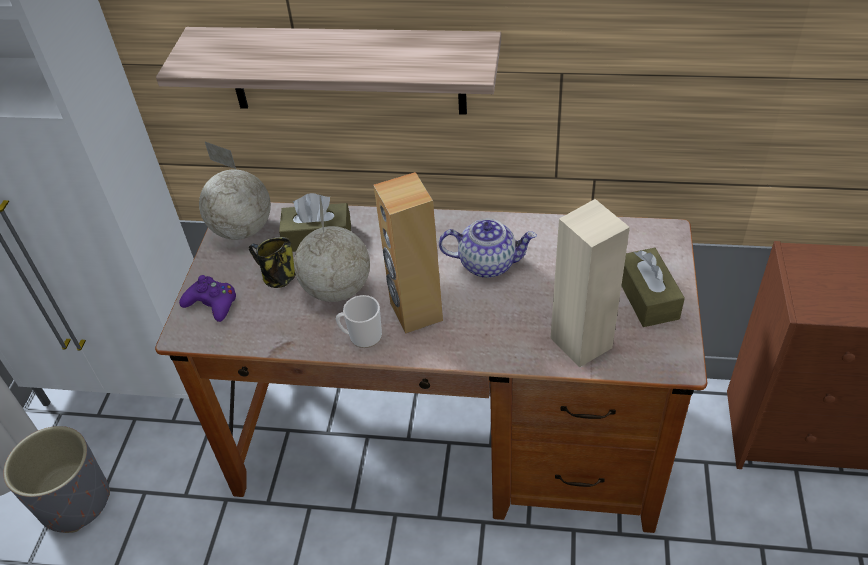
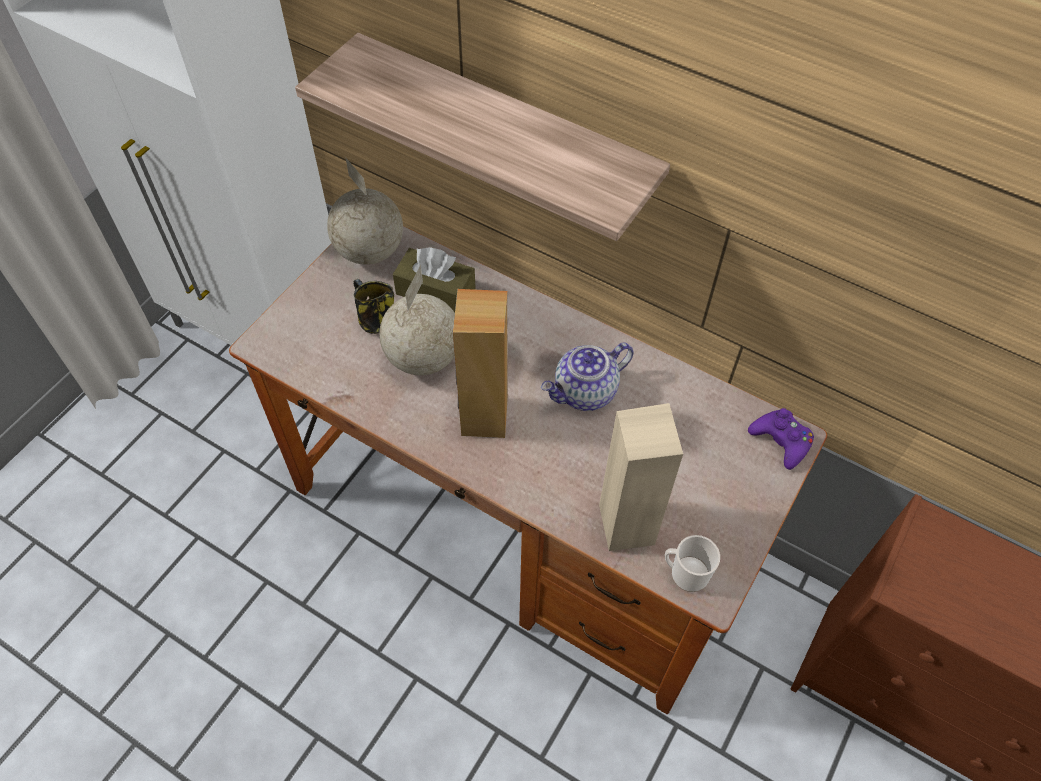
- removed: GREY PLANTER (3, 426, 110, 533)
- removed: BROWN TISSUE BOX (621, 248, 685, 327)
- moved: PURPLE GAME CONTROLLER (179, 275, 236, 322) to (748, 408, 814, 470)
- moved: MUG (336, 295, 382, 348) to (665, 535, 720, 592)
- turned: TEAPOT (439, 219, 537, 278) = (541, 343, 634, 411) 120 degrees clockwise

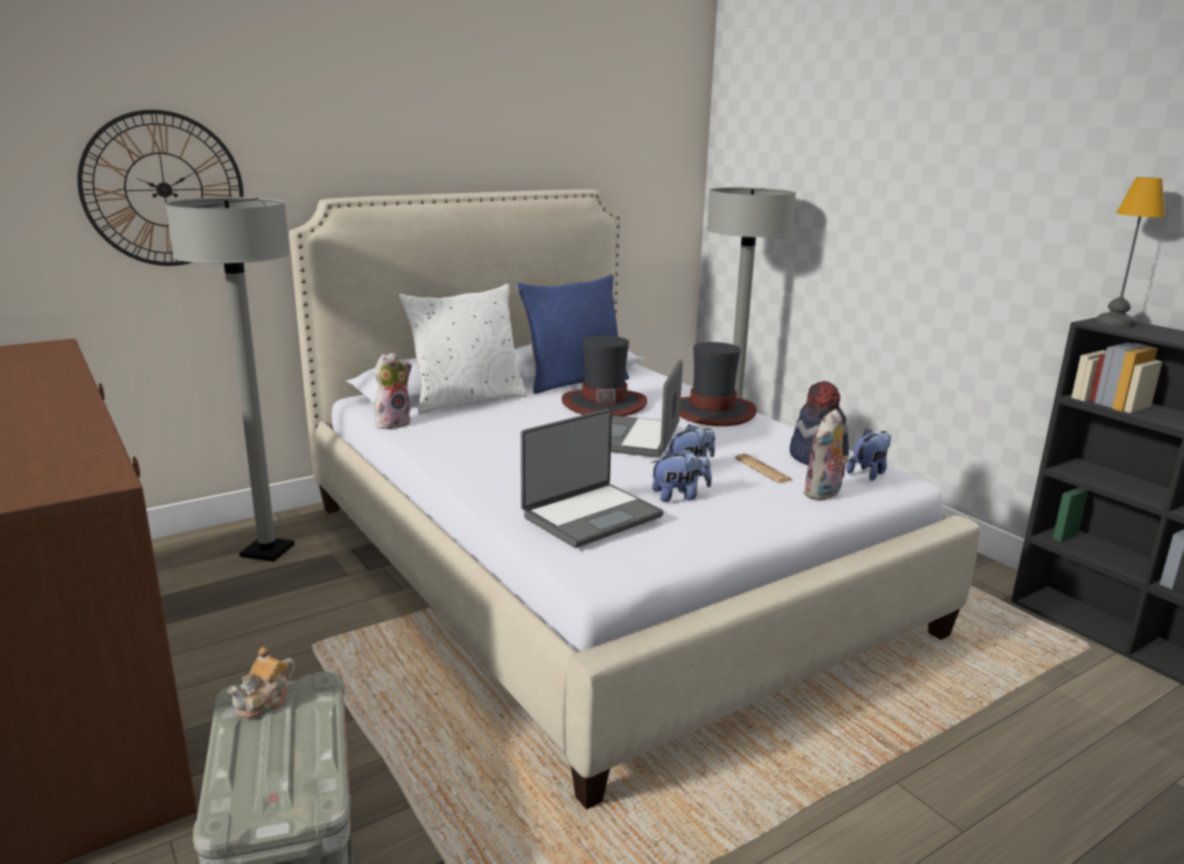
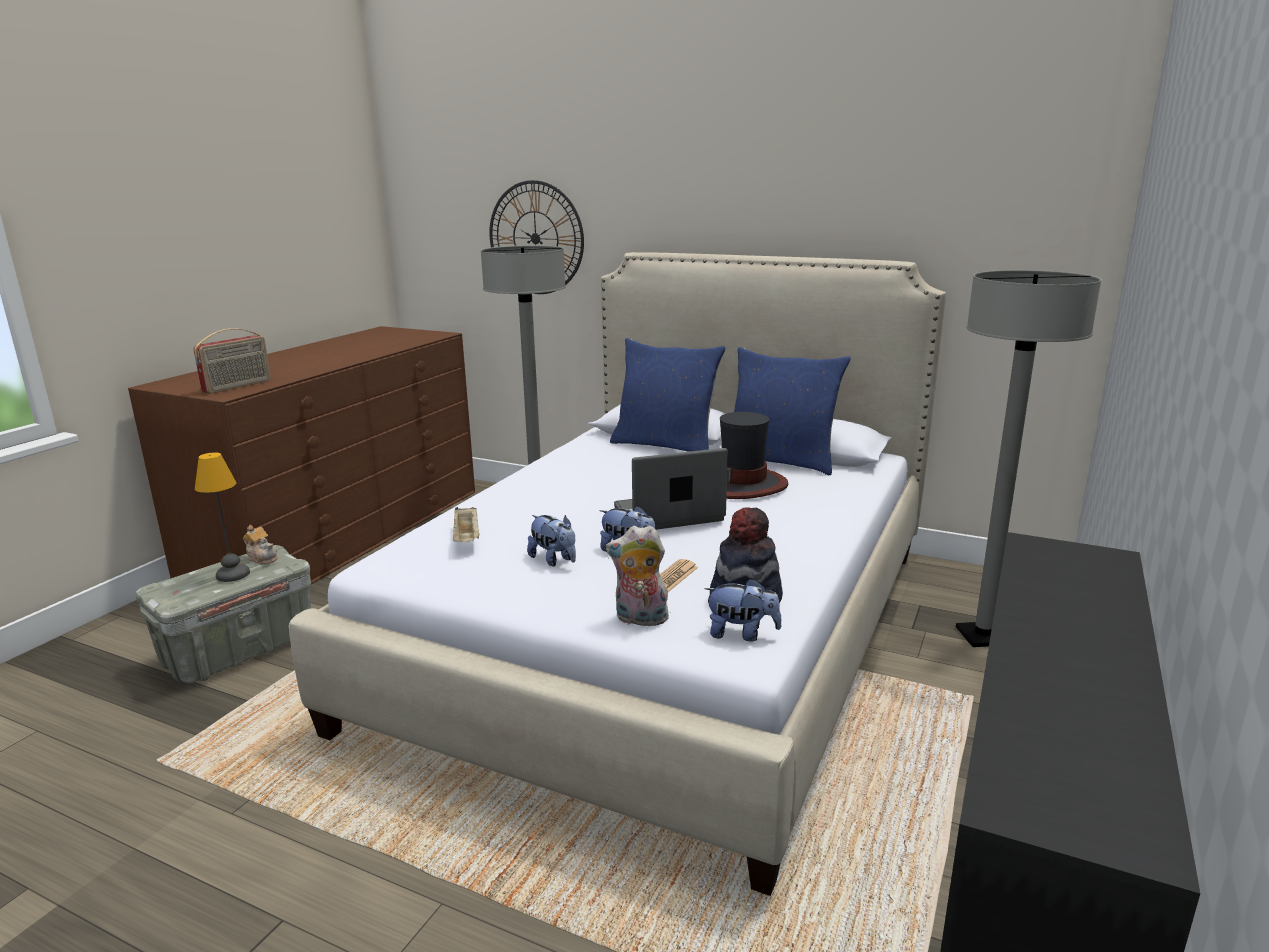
- removed: PLUSH TOY (374, 352, 412, 429)
- removed: HAT (680, 342, 757, 426)
- added: RADIO (193, 328, 271, 394)
- moved: TABLE LAMP (1096, 177, 1165, 327) to (195, 452, 250, 582)
- replaced: LAPTOP (521, 409, 664, 548) to BEIGE TRAY (453, 507, 479, 542)
- recoloured: WHITE PILLOW (399, 284, 527, 414) to BLUE PILLOW (610, 338, 726, 452)
- turned: TEAPOT (228, 647, 295, 718) = (243, 525, 278, 565) 150 degrees counterclockwise

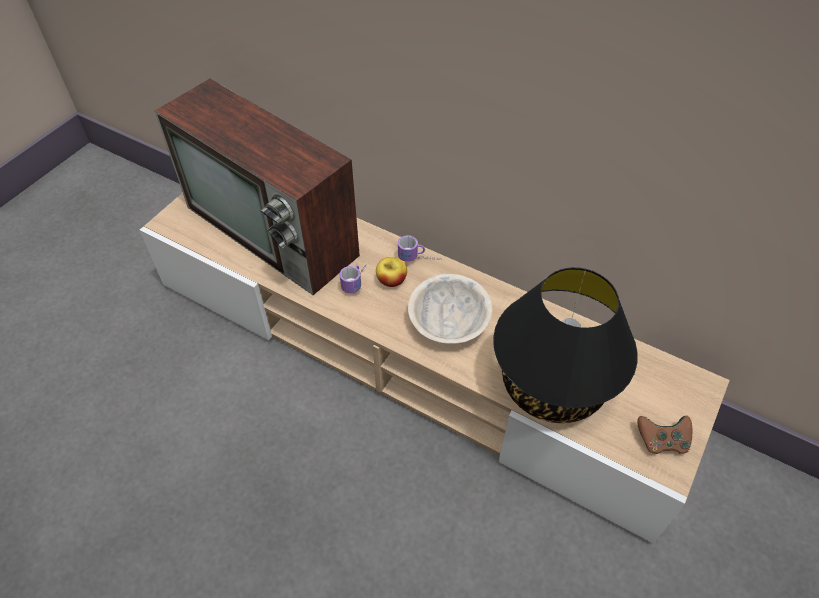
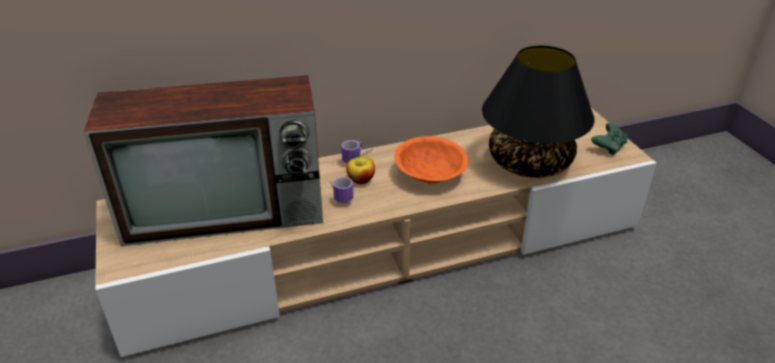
- recoloured: BEIGE BOWL (408, 274, 492, 344) to ORANGE BOWL (395, 136, 468, 183)
- recoloured: BROWN GAME CONTROLLER (637, 416, 692, 454) to GREEN GAME CONTROLLER (591, 123, 628, 155)

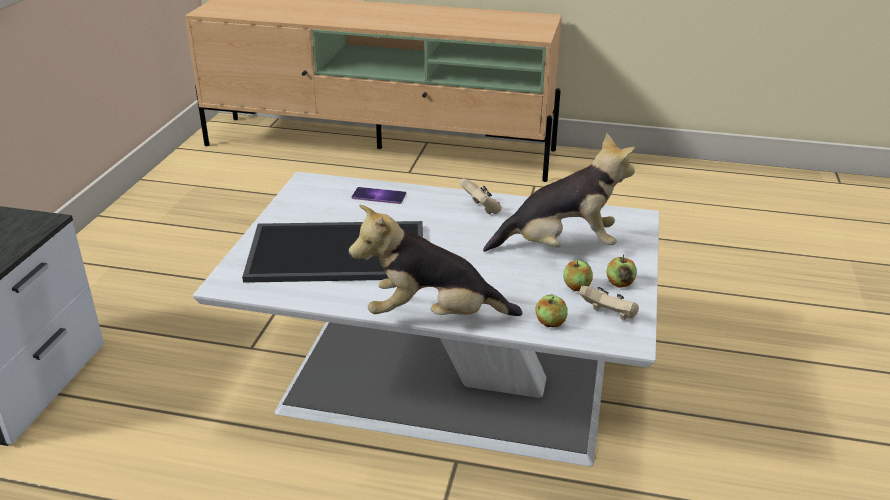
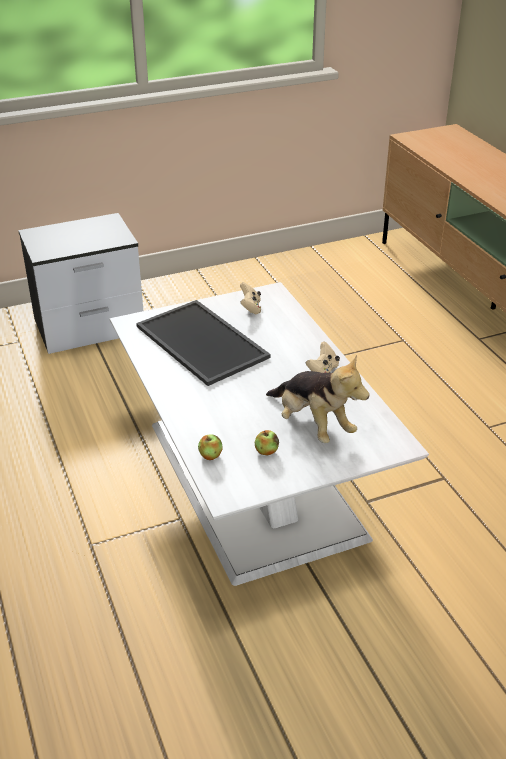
- removed: PLUSH TOY (349, 204, 522, 316)
- removed: PHONE (352, 187, 406, 204)
- removed: APPLE (606, 255, 637, 288)
- moved: BEIGE GAME CONTROLLER (579, 286, 639, 320) to (240, 282, 261, 314)

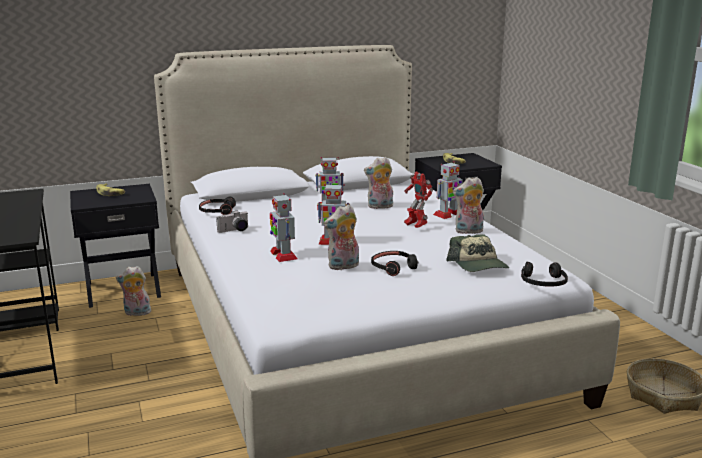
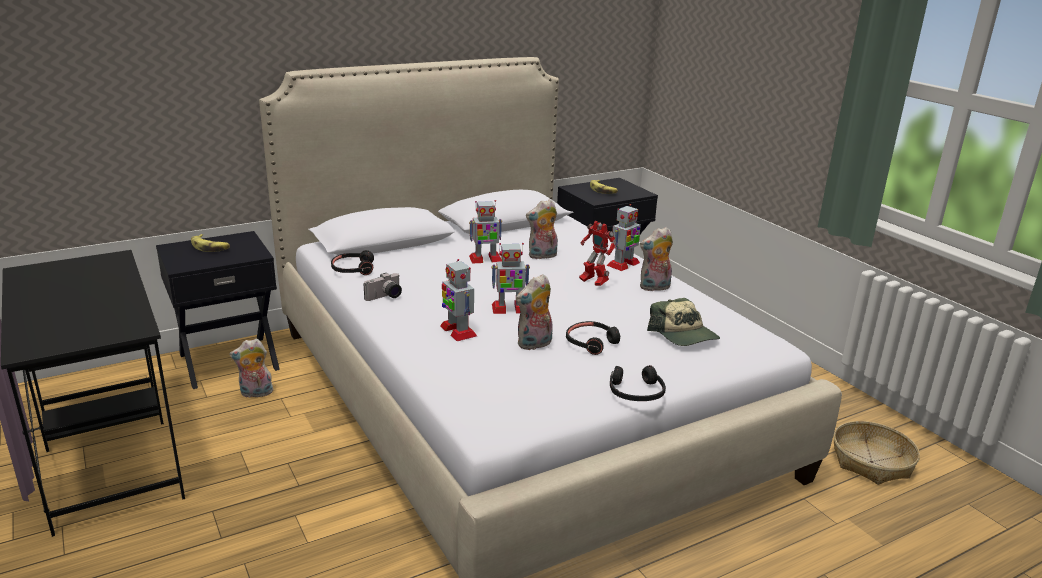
- moved: BLACK HEADPHONES (521, 262, 568, 286) to (610, 365, 666, 401)

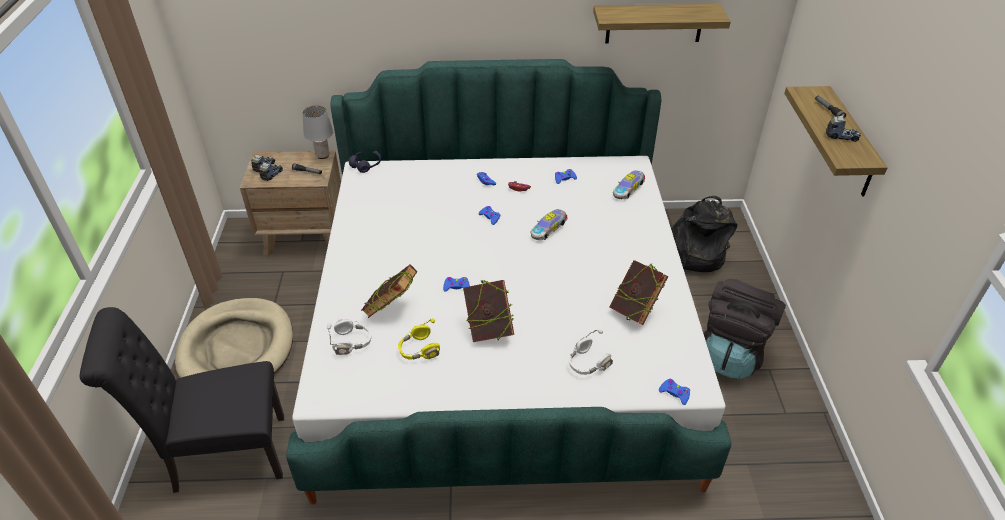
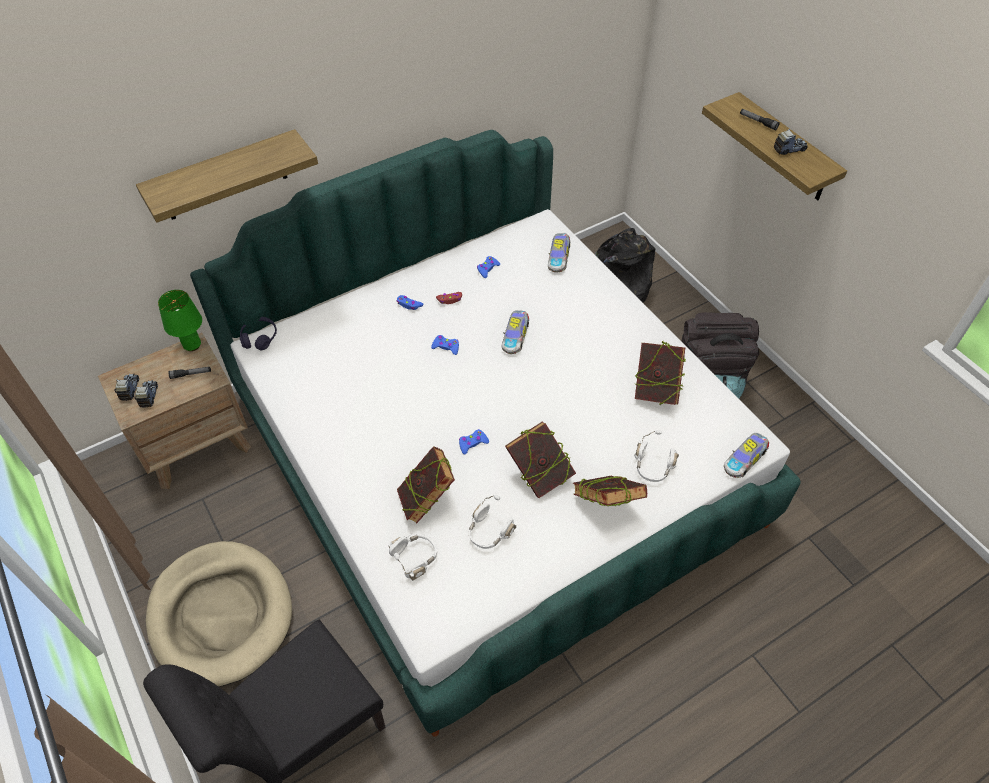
- added: BOOK (573, 476, 647, 506)
- moved: SHELF (593, 4, 731, 43) to (136, 129, 318, 223)
- replaced: BLUE GAME CONTROLLER (659, 379, 690, 405) to TOY CAR (724, 433, 769, 478)
- recoloured: GREY TABLE LAMP (303, 106, 333, 159) to GREEN TABLE LAMP (158, 290, 202, 351)
- recoloured: YELLOW HEADPHONES (398, 318, 440, 360) to WHITE HEADPHONES (469, 495, 516, 549)

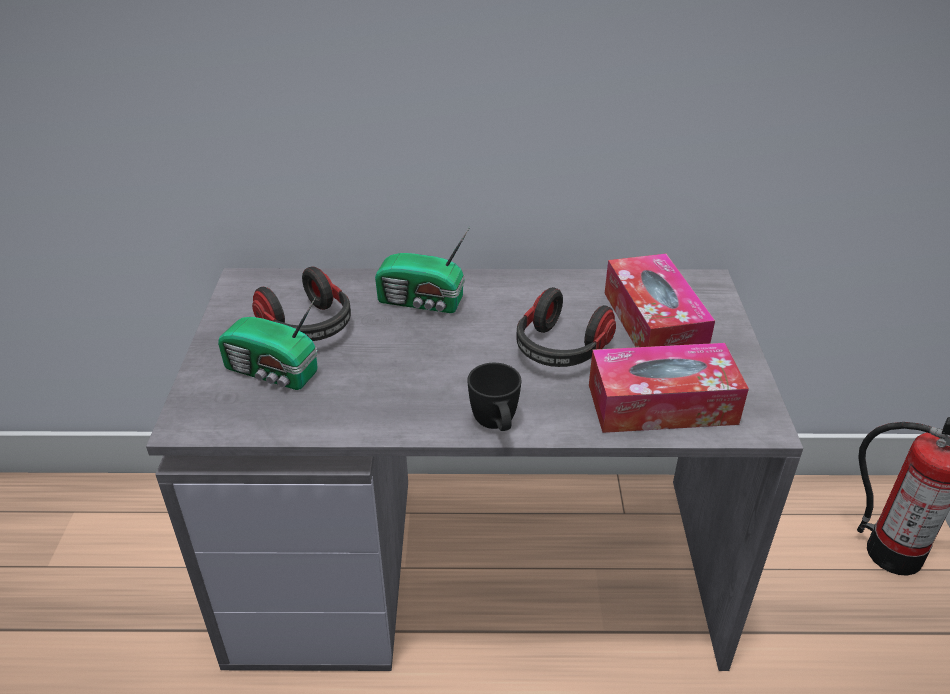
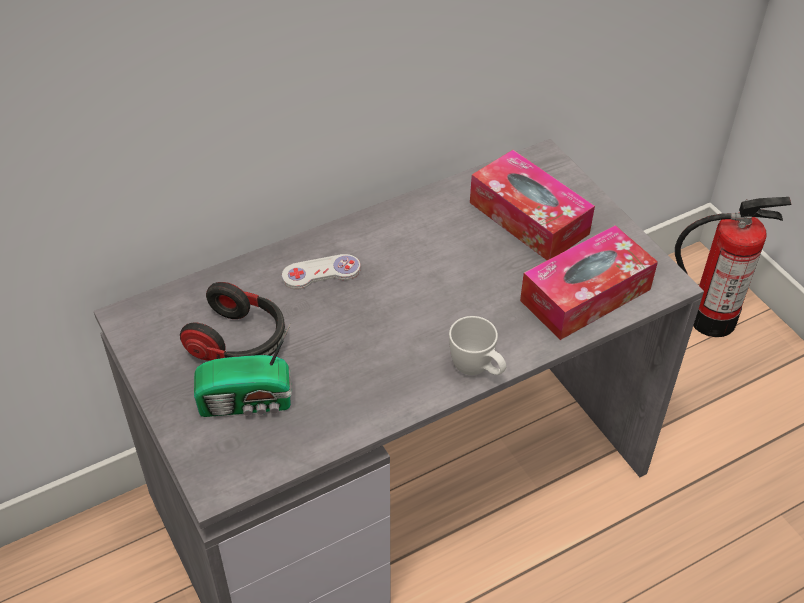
- removed: HEADPHONES (516, 287, 616, 367)
- replaced: RADIO (375, 227, 470, 313) to WHITE GAME CONTROLLER (282, 254, 361, 290)
- recoloured: BLACK MUG (467, 363, 521, 431) to WHITE MUG (449, 316, 506, 375)

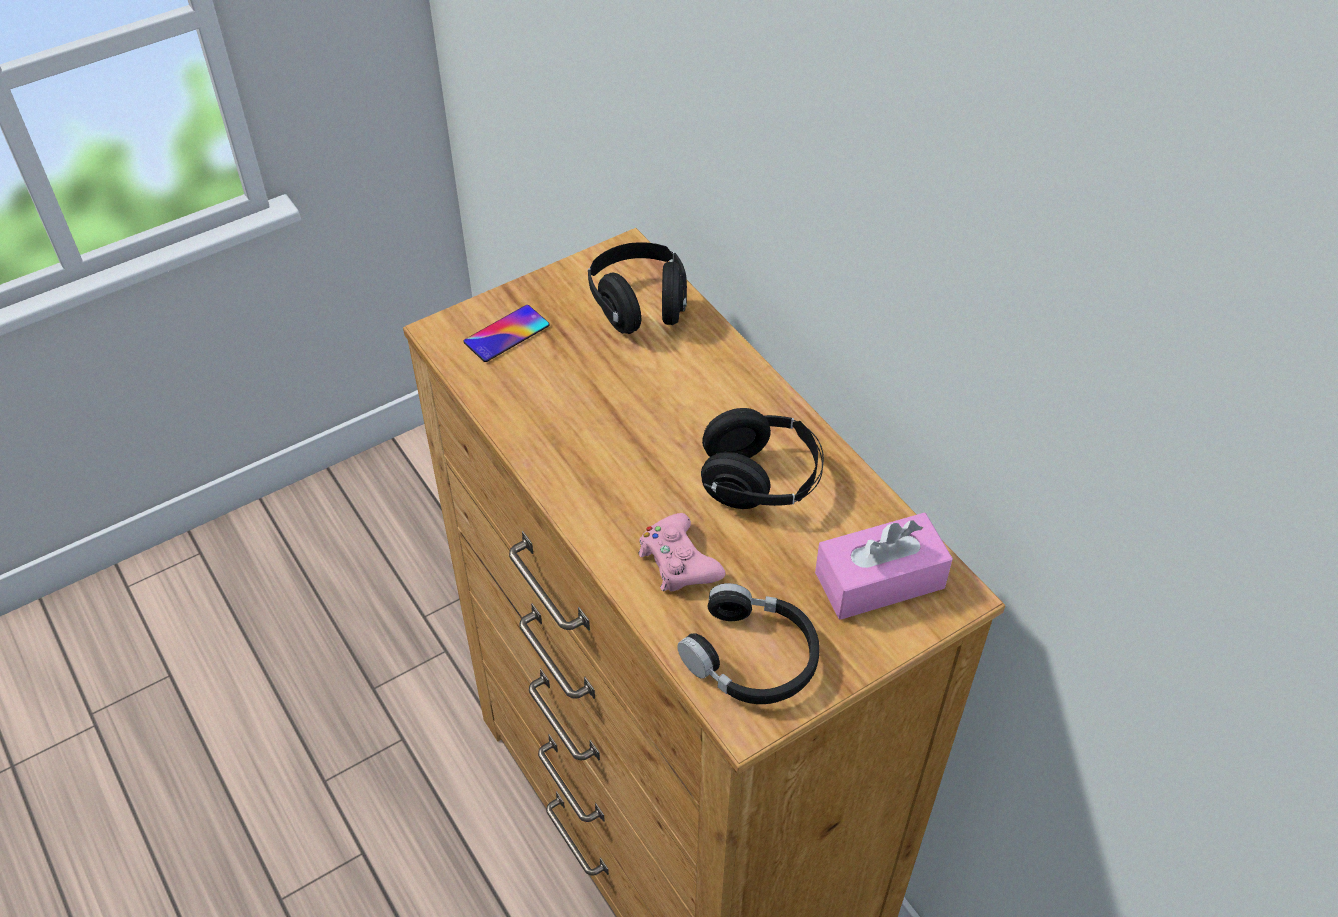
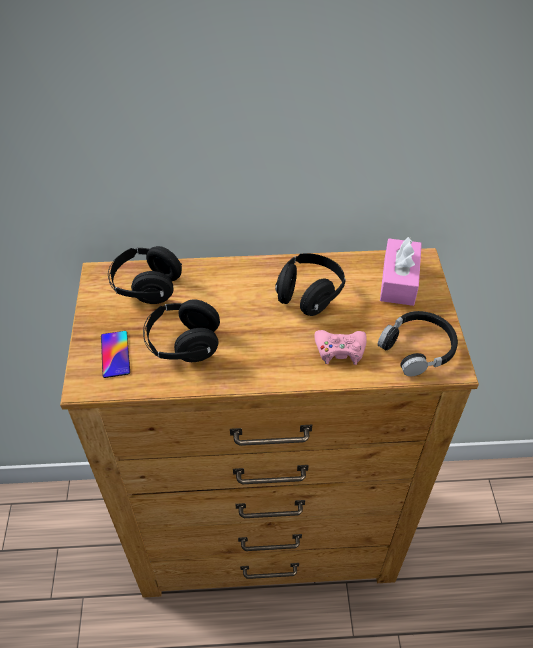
- added: BLACK HEADPHONES (143, 299, 220, 362)

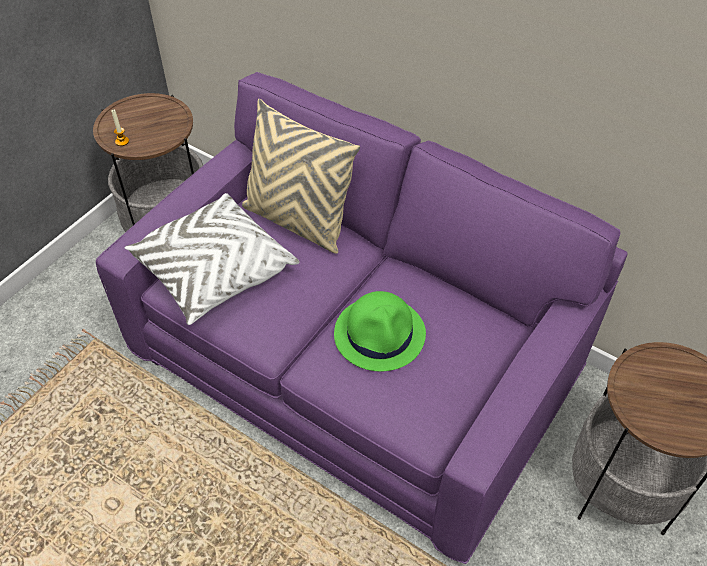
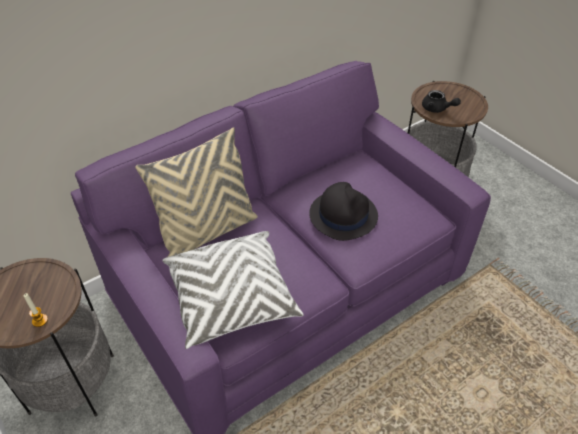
- added: BLACK TEAPOT (422, 90, 461, 113)
- recoloured: GREEN HAT (334, 291, 426, 371) to BLACK HAT (309, 182, 378, 241)

